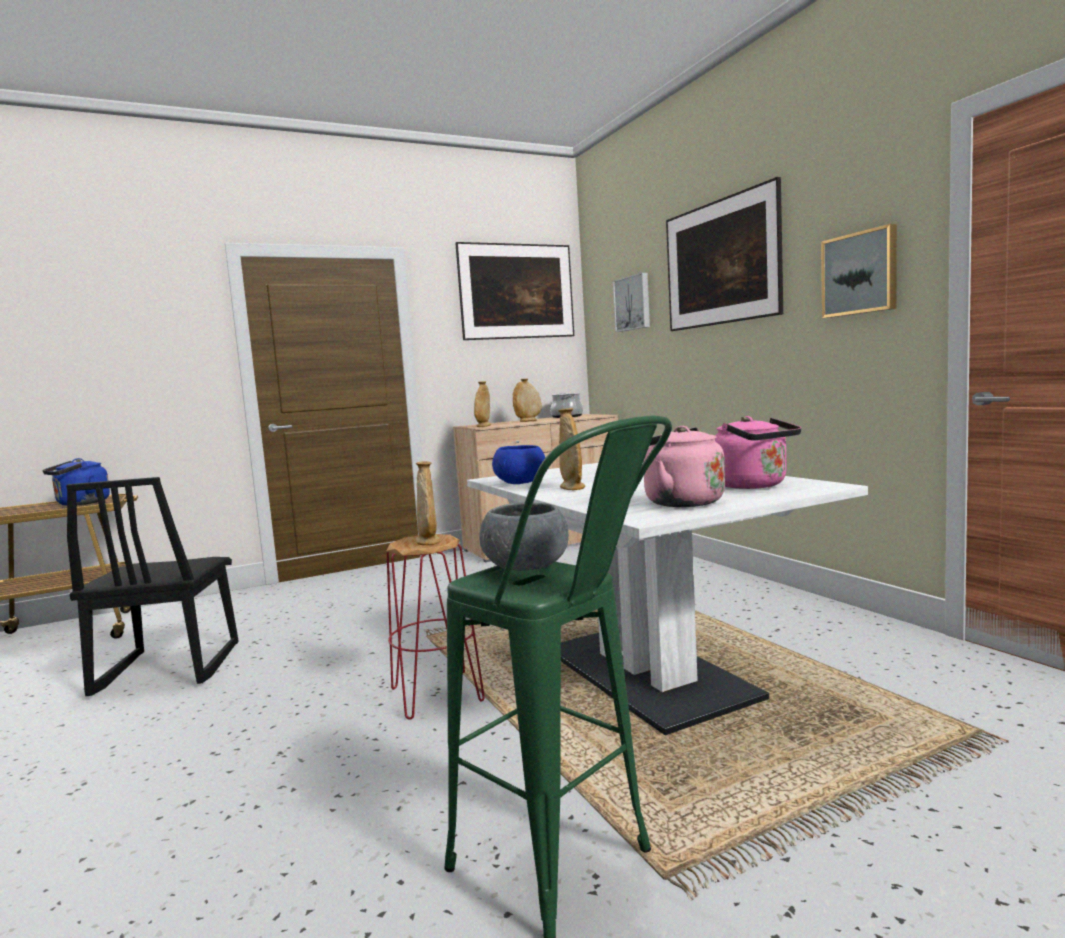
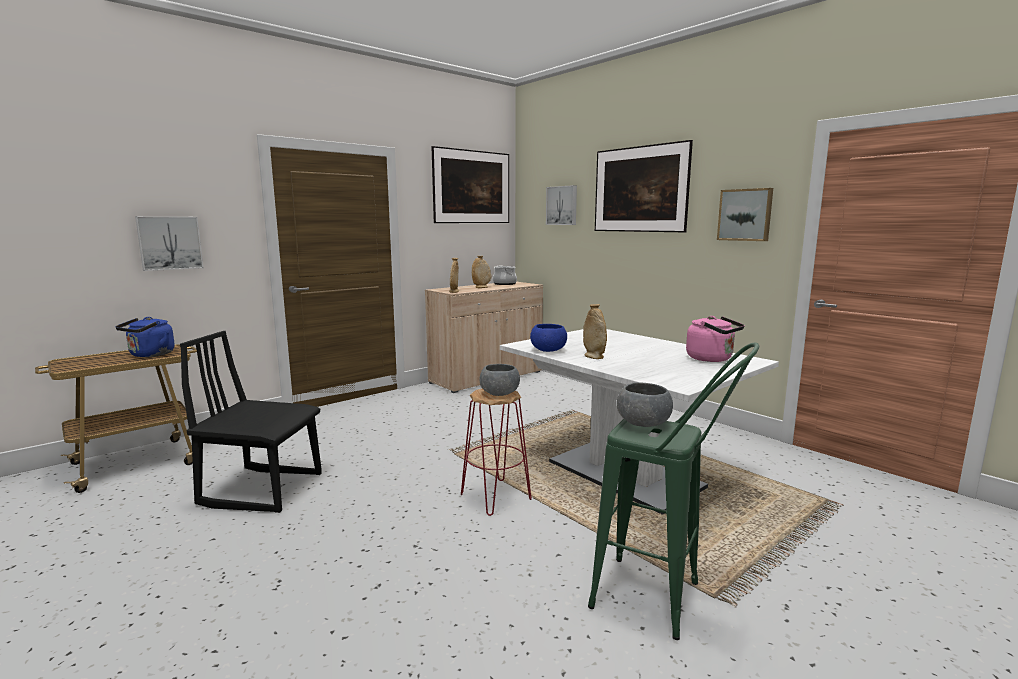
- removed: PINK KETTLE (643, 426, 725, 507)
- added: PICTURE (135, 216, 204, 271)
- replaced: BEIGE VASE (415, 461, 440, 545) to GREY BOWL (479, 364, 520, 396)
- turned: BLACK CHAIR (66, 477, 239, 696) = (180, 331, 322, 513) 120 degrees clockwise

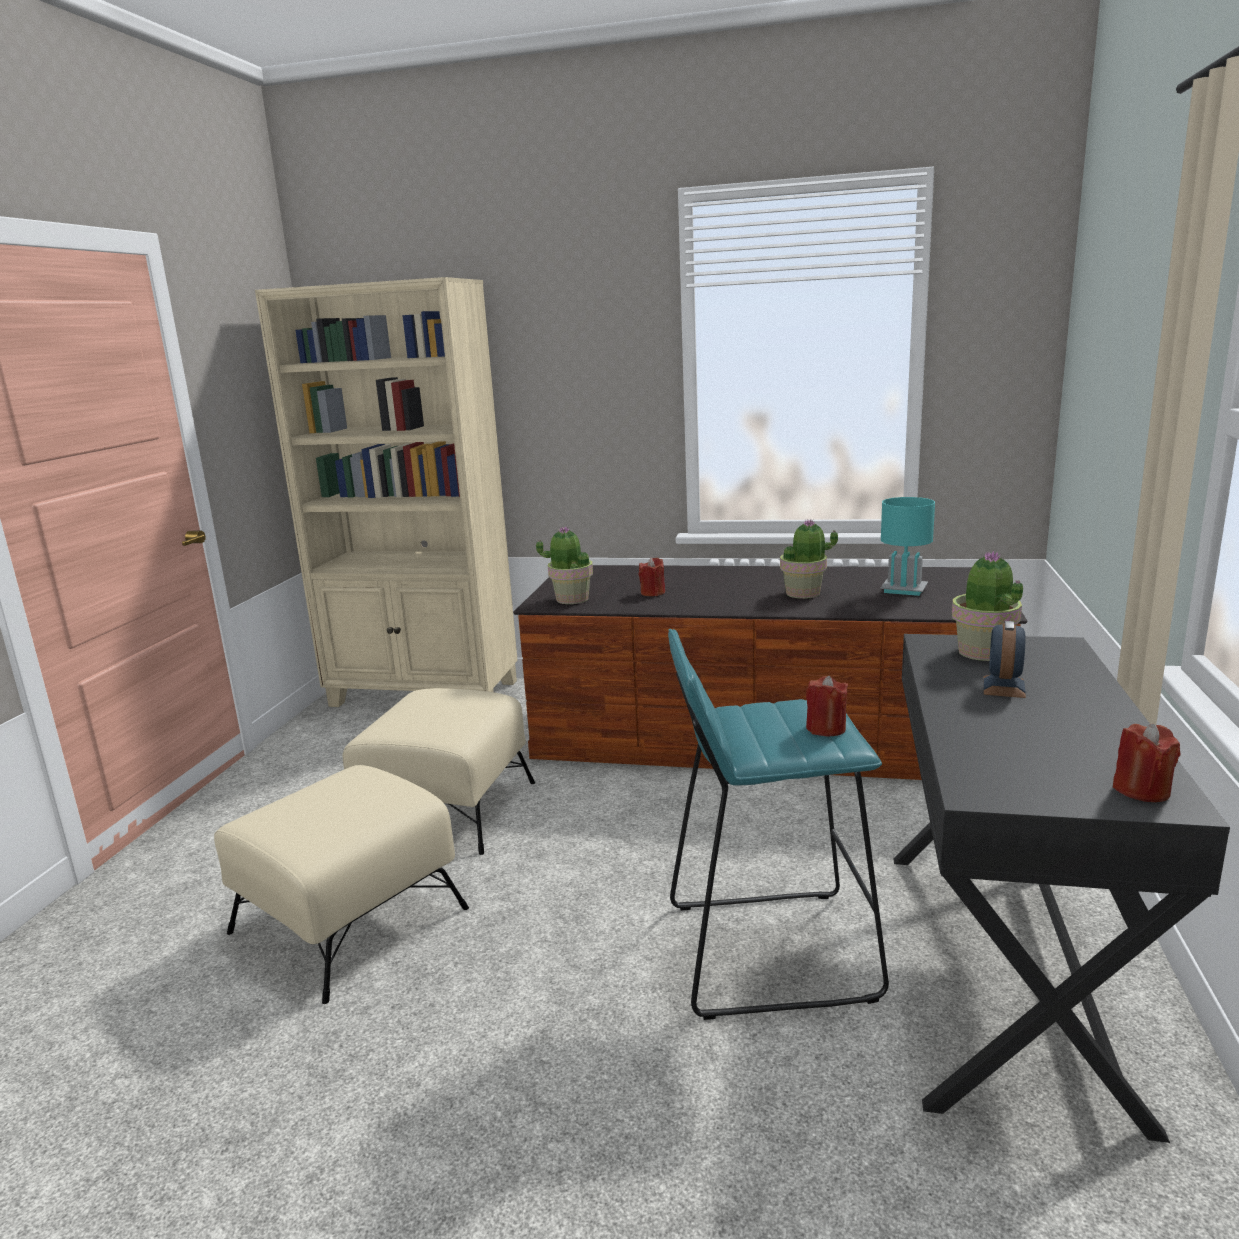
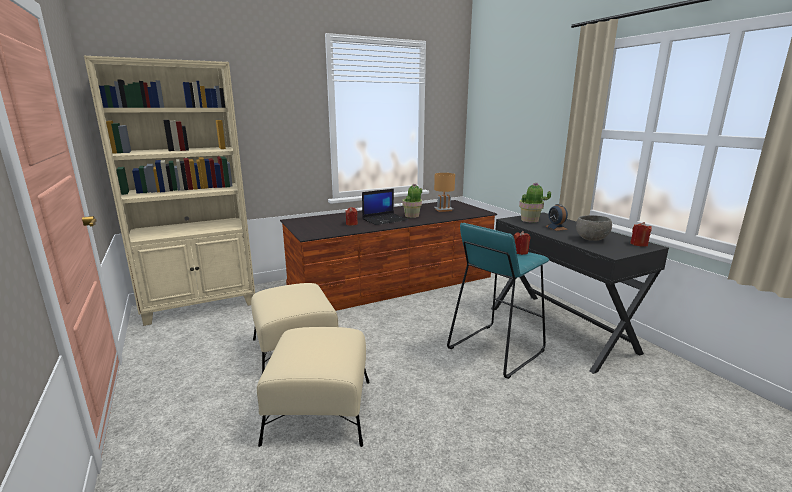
- removed: POTTED PLANT (536, 527, 593, 604)
- added: LAPTOP (362, 189, 408, 225)
- added: GREY BOWL (576, 215, 612, 241)
- recoloured: TURQUOISE TABLE LAMP (880, 497, 935, 596) to BROWN TABLE LAMP (434, 173, 455, 212)

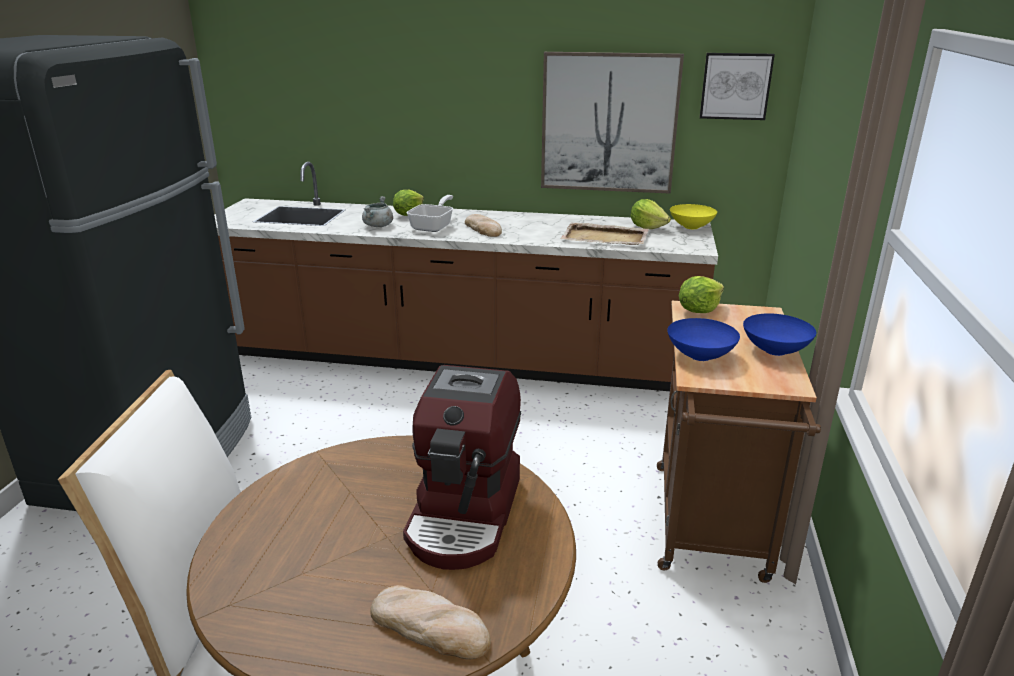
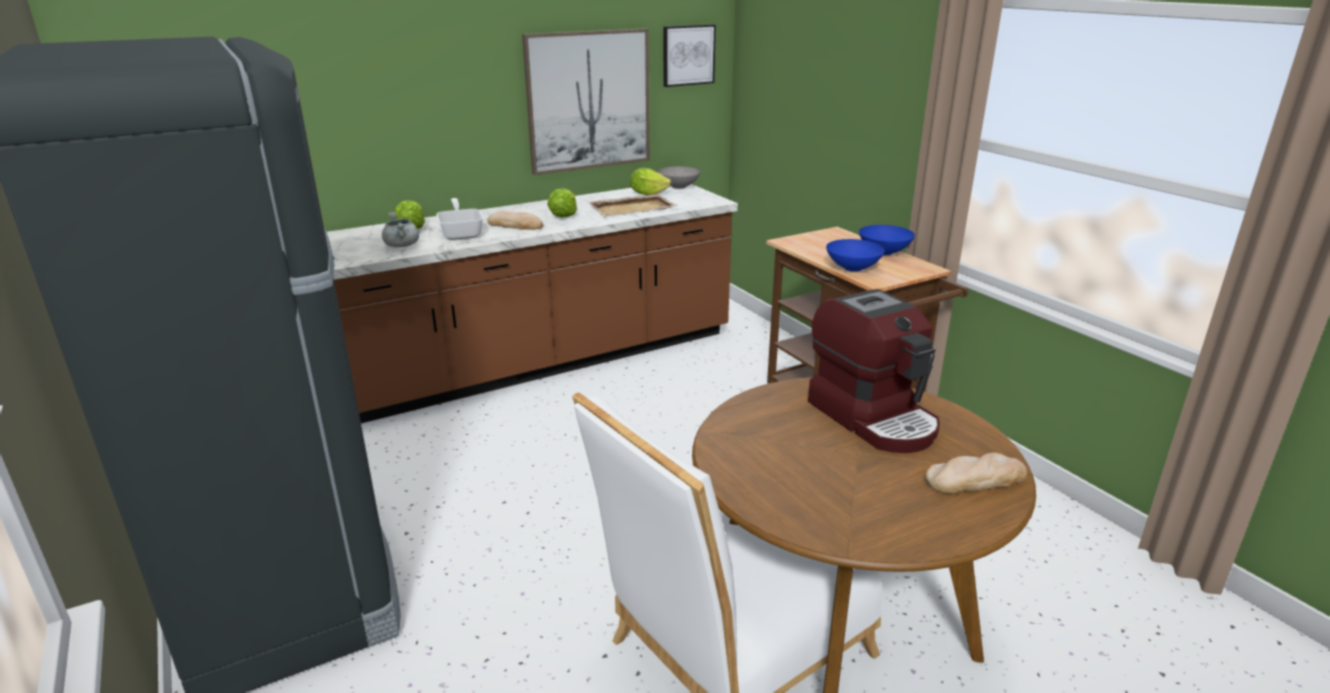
- moved: LETTUCE (679, 276, 724, 313) to (547, 188, 577, 217)
- recoloured: YELLOW BOWL (670, 204, 717, 229) to GREY BOWL (658, 166, 701, 189)

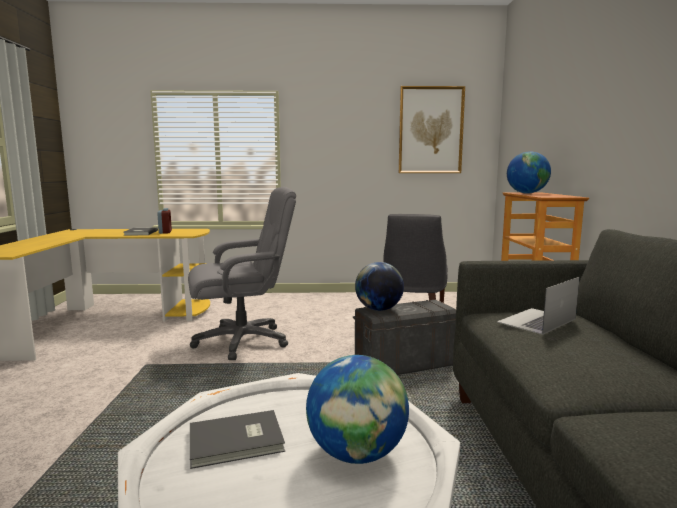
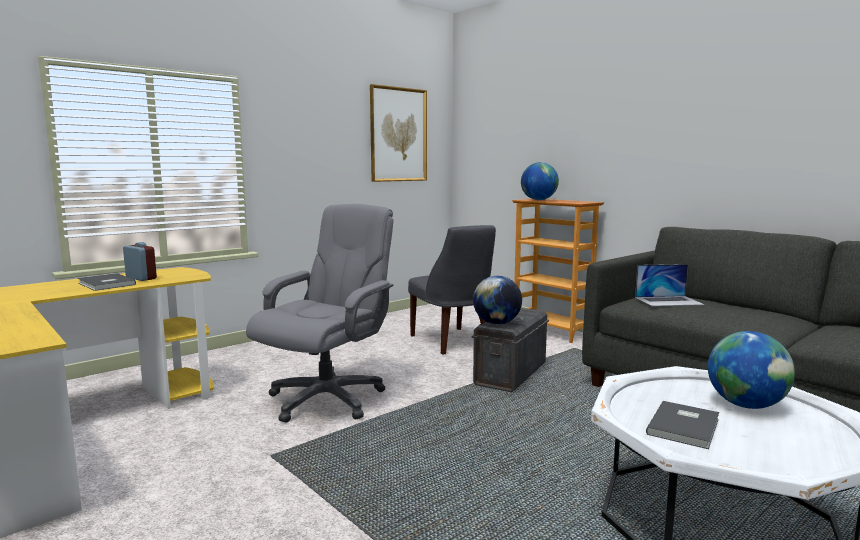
- turned: LAPTOP (497, 277, 580, 335) = (635, 264, 705, 306) 105 degrees counterclockwise

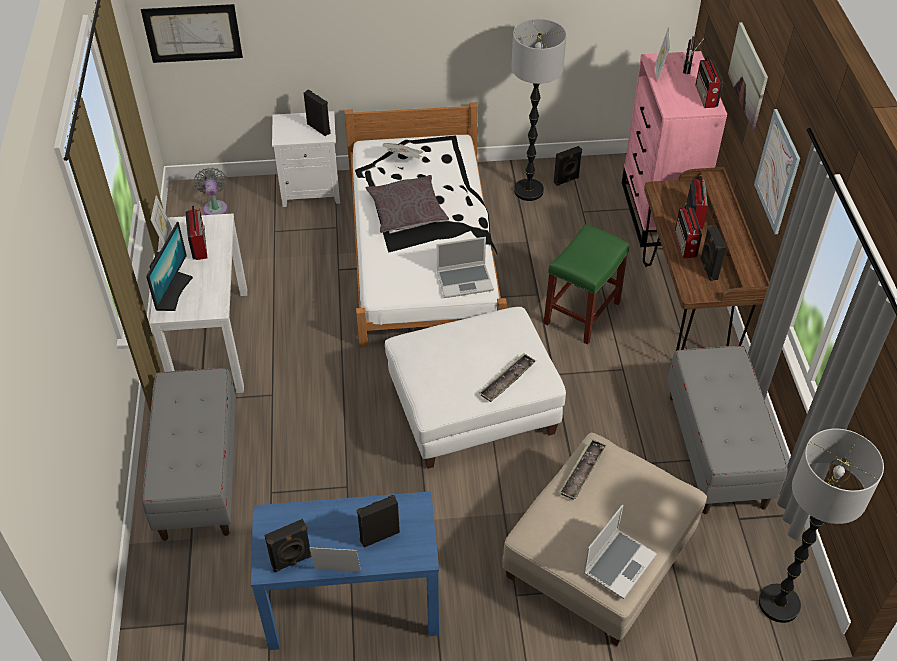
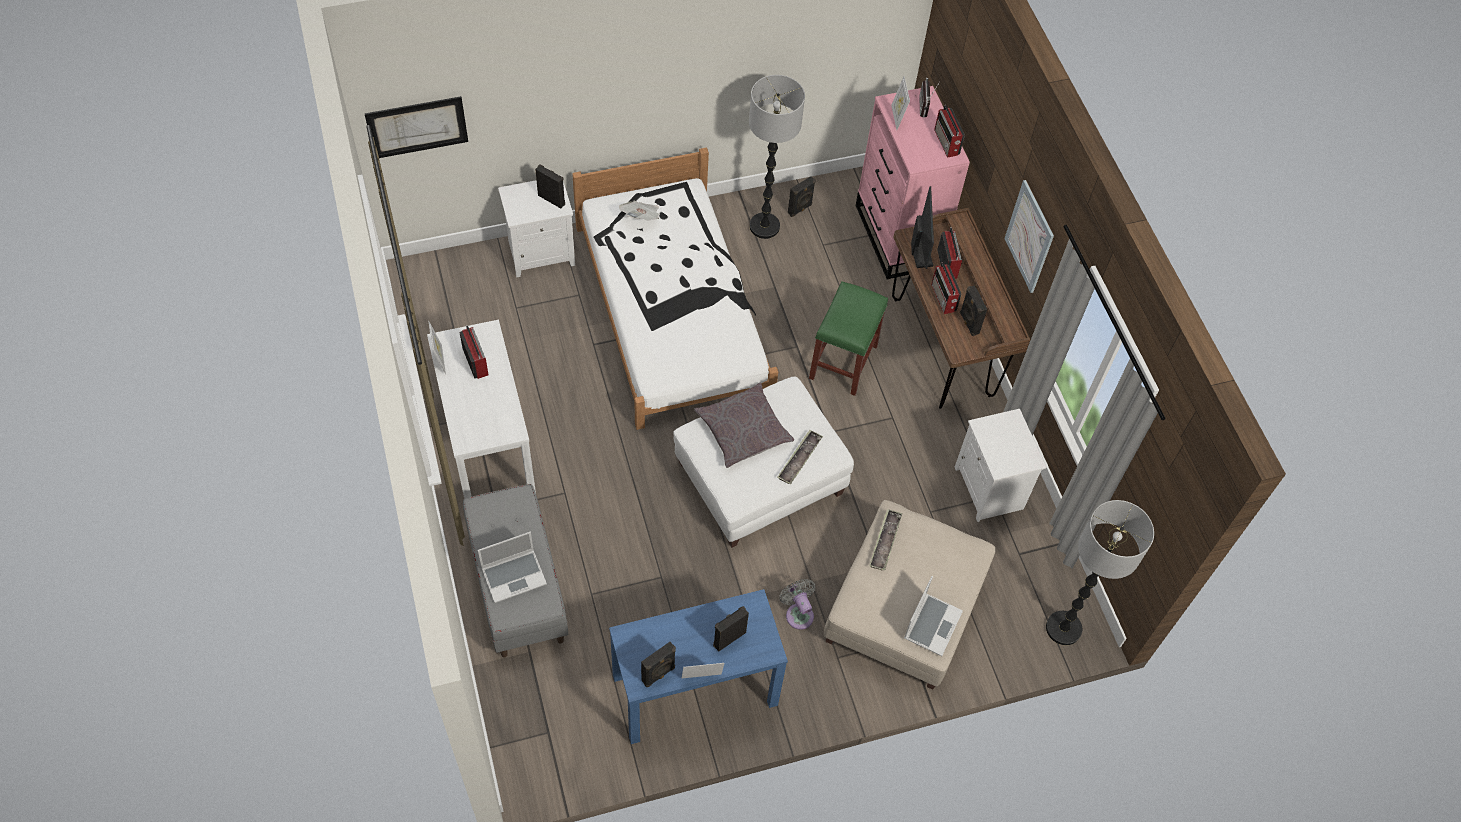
- removed: PICTURE (728, 22, 768, 129)
- moved: MONITOR (146, 222, 193, 311) to (911, 186, 934, 269)
- moved: GREY FAN (194, 167, 227, 215) to (780, 579, 815, 630)
- moved: GREY PILLOW (366, 175, 449, 233) to (694, 382, 794, 468)
- moved: LAPTOP (437, 237, 494, 298) to (478, 532, 547, 603)
- replaced: GREY BENCH (667, 346, 788, 514) to WHITE NIGHTSTAND (955, 409, 1047, 522)

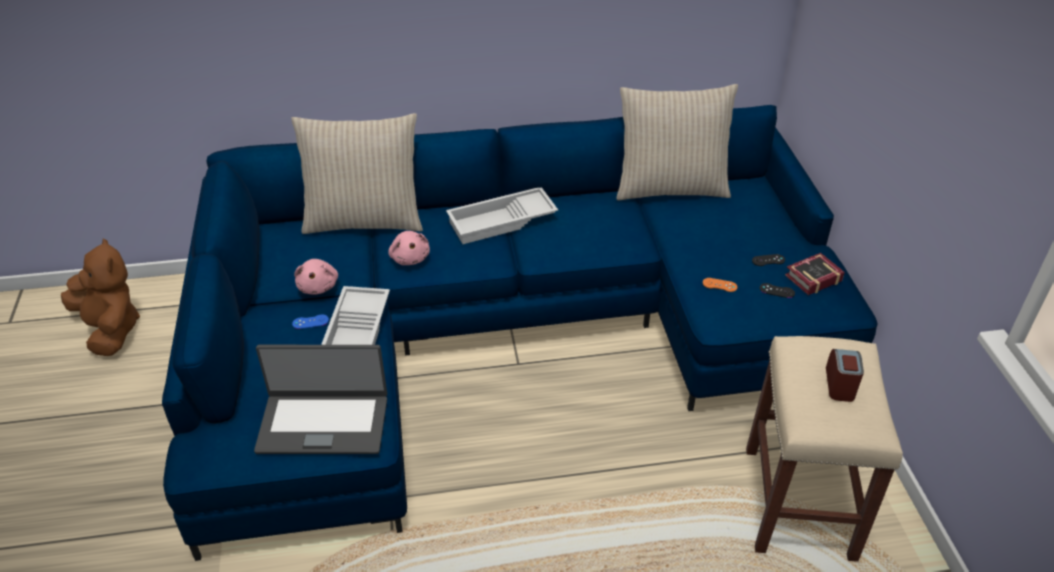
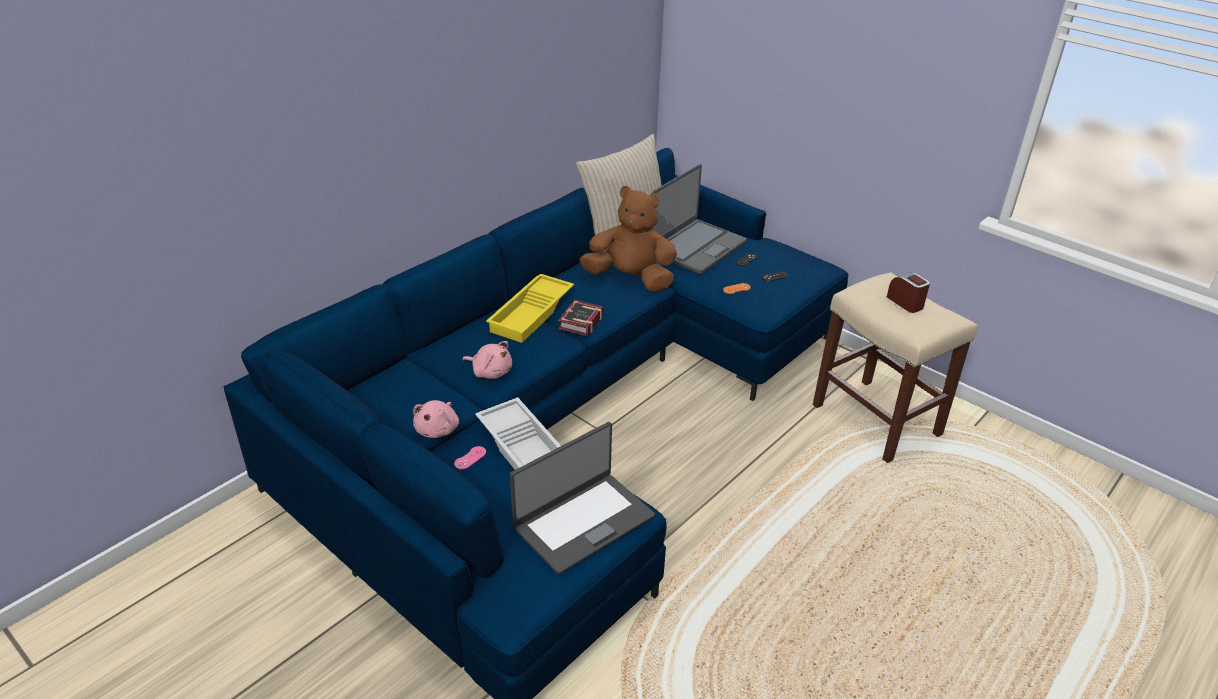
- removed: BEIGE PILLOW (291, 113, 423, 234)
- added: LAPTOP (651, 164, 747, 274)
- moved: BROWN PLUSH TOY (61, 238, 140, 356) to (580, 186, 677, 291)
- moved: BOOK (785, 253, 845, 295) to (558, 300, 603, 336)
- recoloured: BLUE GAME CONTROLLER (292, 314, 329, 329) to PINK GAME CONTROLLER (454, 446, 486, 470)
- recoloured: WHITE TRAY (446, 188, 558, 244) to YELLOW TRAY (486, 274, 574, 343)
- turned: PINK PLUSH TOY (294, 259, 338, 295) = (413, 400, 459, 438) 60 degrees clockwise

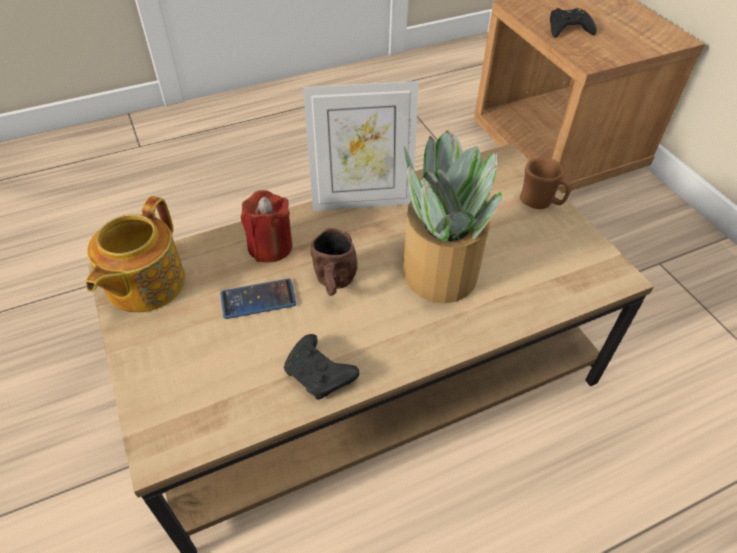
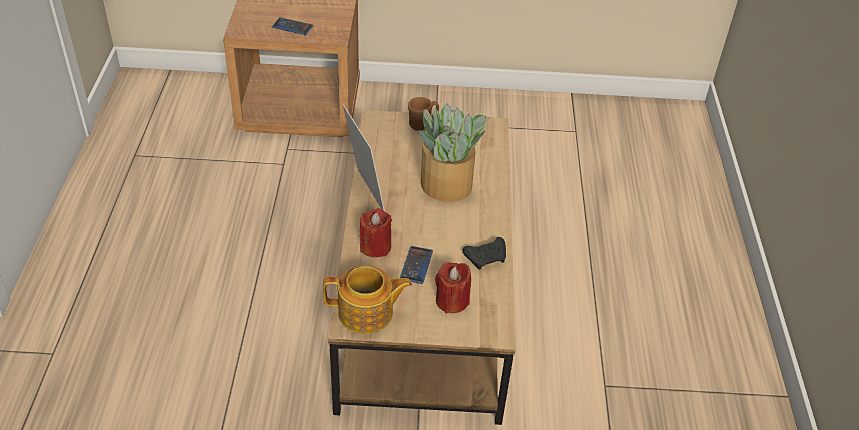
- removed: BROWN MUG (310, 228, 358, 296)
- added: RED CANDLE (435, 262, 471, 314)
- replaced: BLACK GAME CONTROLLER (550, 8, 597, 38) to PHONE (272, 17, 313, 35)
- turned: TEAPOT (86, 196, 185, 313) = (323, 266, 412, 334) 45 degrees counterclockwise
- turned: PICTURE FRAME (303, 81, 418, 211) = (343, 104, 385, 211) 45 degrees counterclockwise

